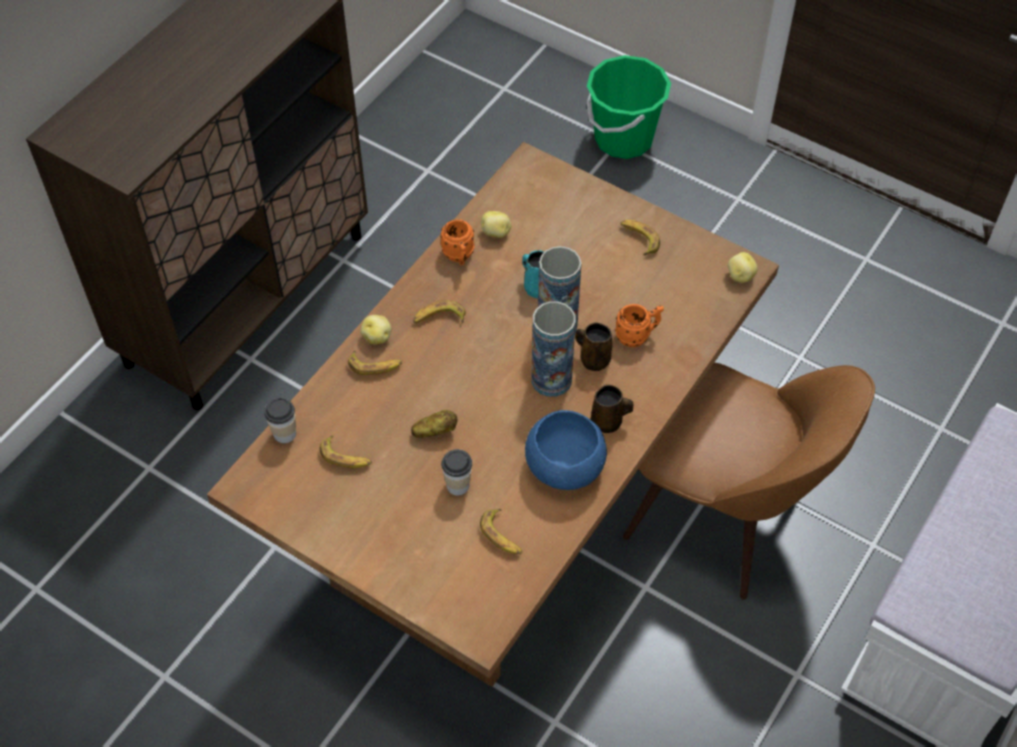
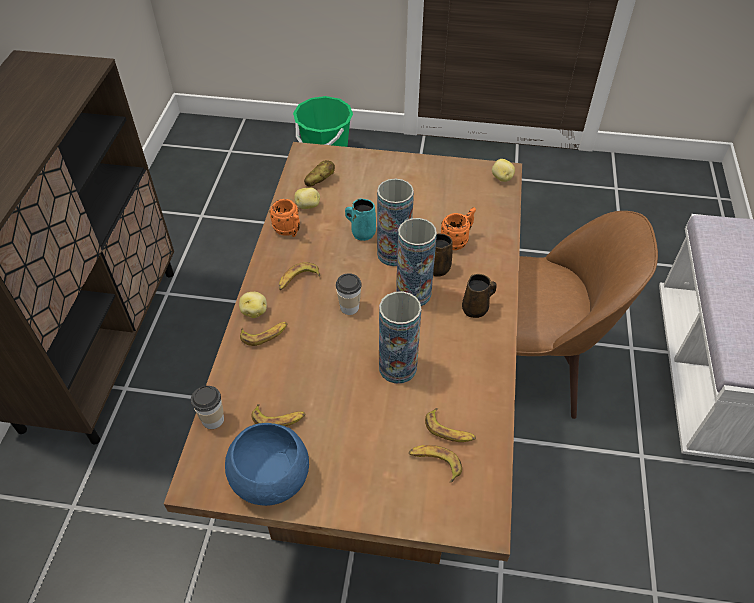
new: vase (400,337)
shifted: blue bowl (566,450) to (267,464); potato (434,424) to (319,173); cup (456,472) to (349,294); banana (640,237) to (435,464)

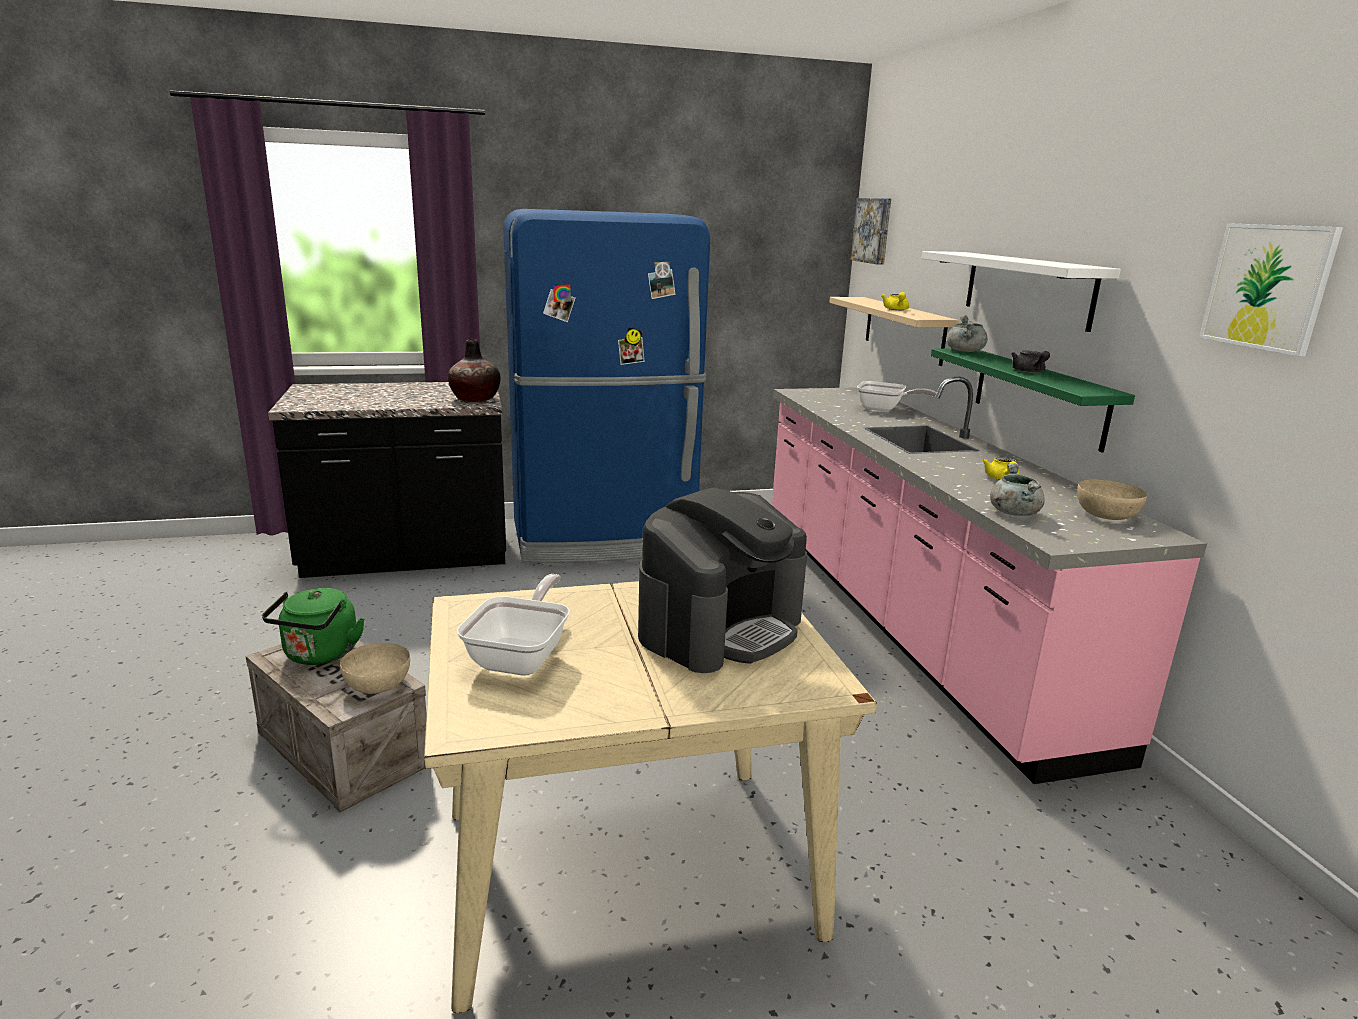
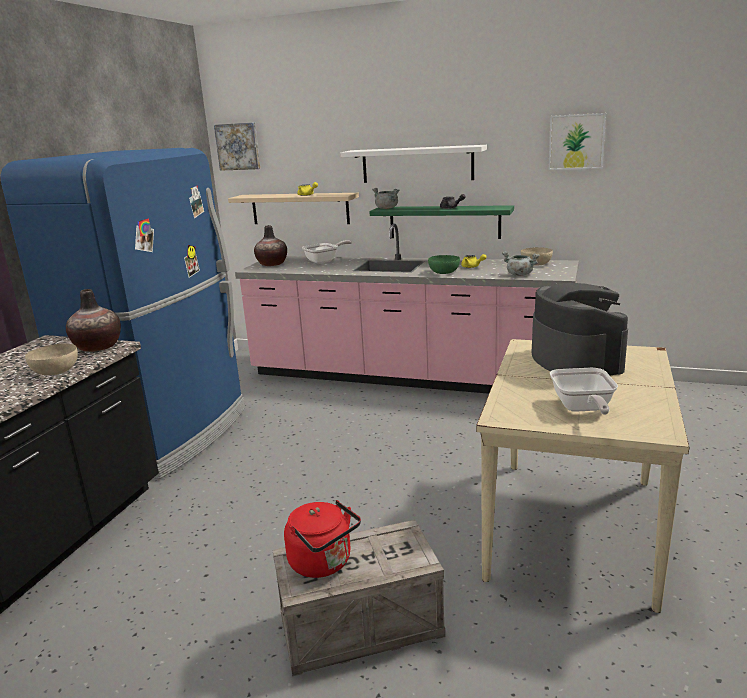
new: vase (270,245); green bowl (444,264)
shifted: beige bowl (375,668) to (51,359)
repainted: green kettle (313,626) to red kettle (322,539)
rotated: frying pan (513,625) = (584,391) 135 degrees counterclockwise

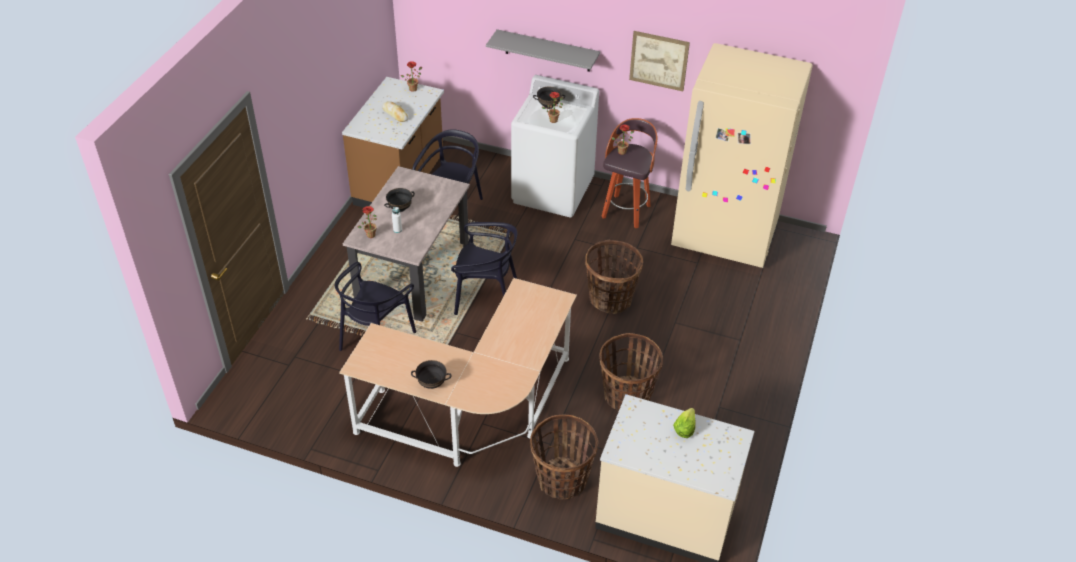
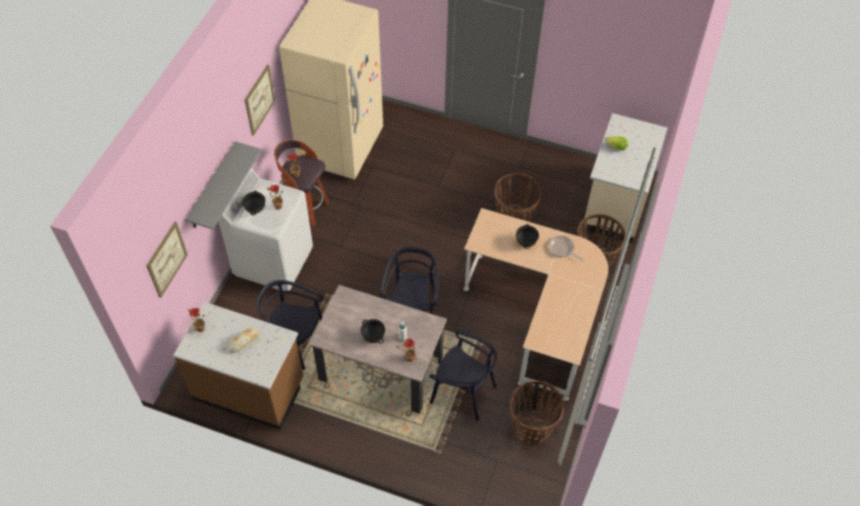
new: picture (167,260); frying pan (566,248)
shifted: basket (614,277) to (537,413); black bowl (431,374) to (527,236)

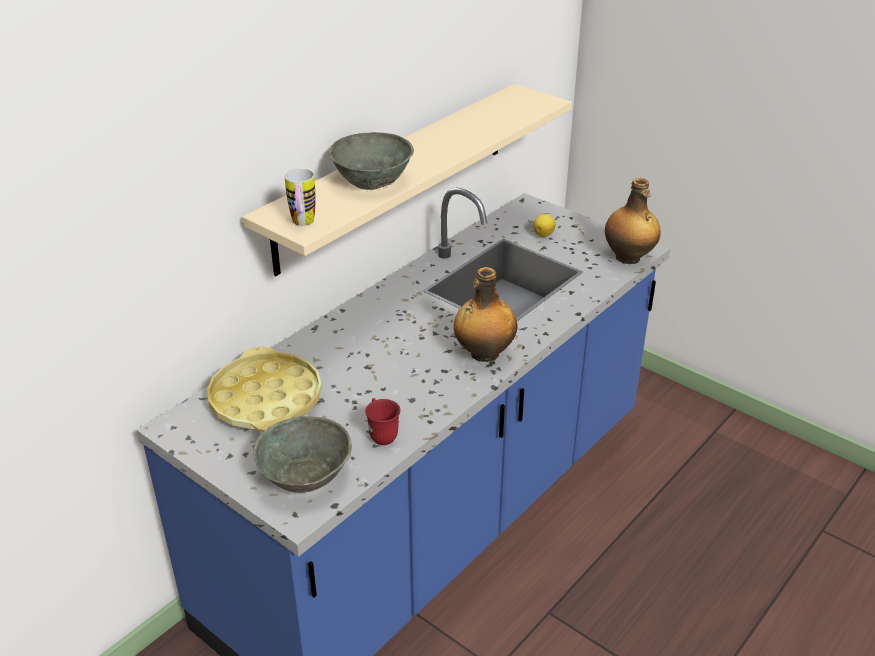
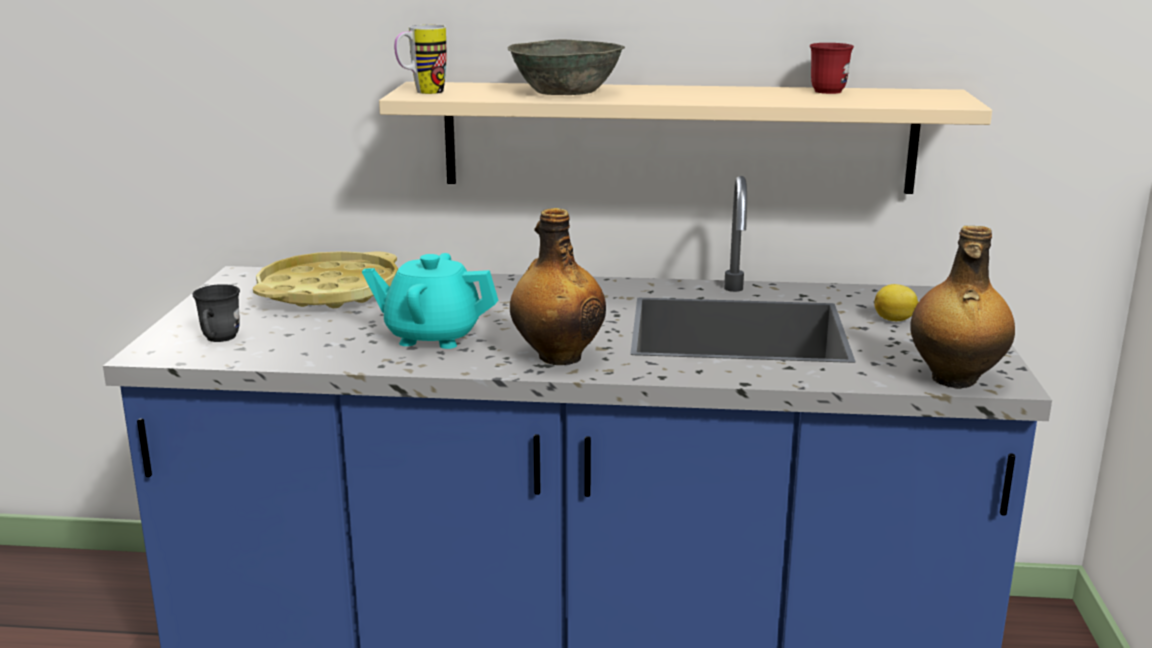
new: turquoise teapot (430,301)
shifted: red mug (382,421) to (832,68)
swapped: grey bowl (302,454) to grey mug (216,313)

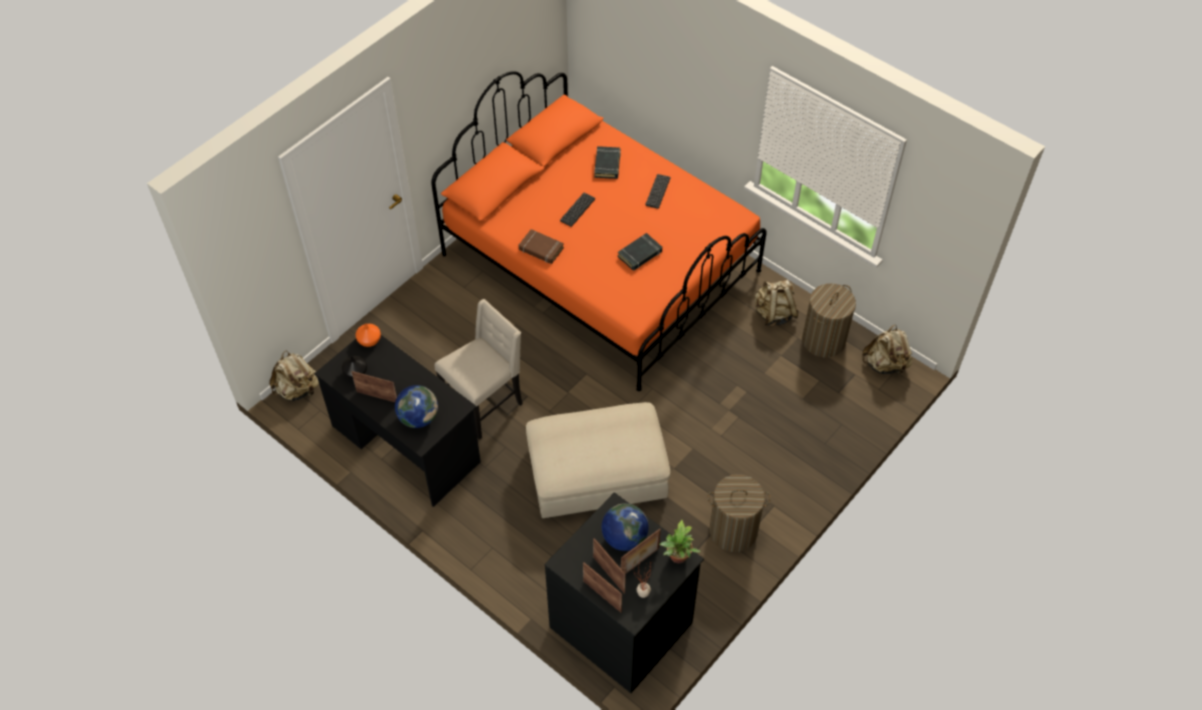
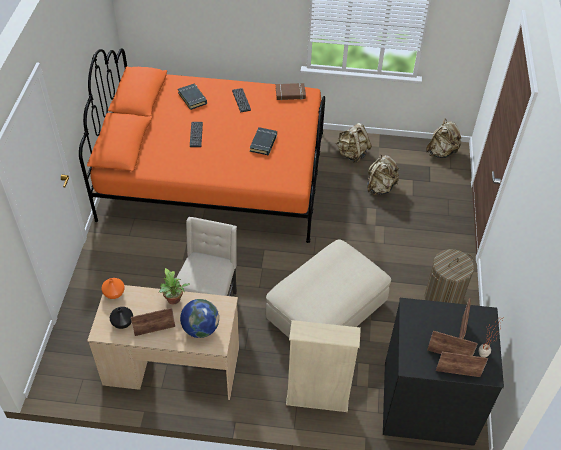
gone: globe (625,527); laundry basket (829,320)
new: beige bookcase (323,366)
shifted: potted plant (680,541) to (174,286); brown book (541,246) to (291,91); beige backpack (294,375) to (383,175)
repainted: black desk (397,421) to beige desk (163,342)

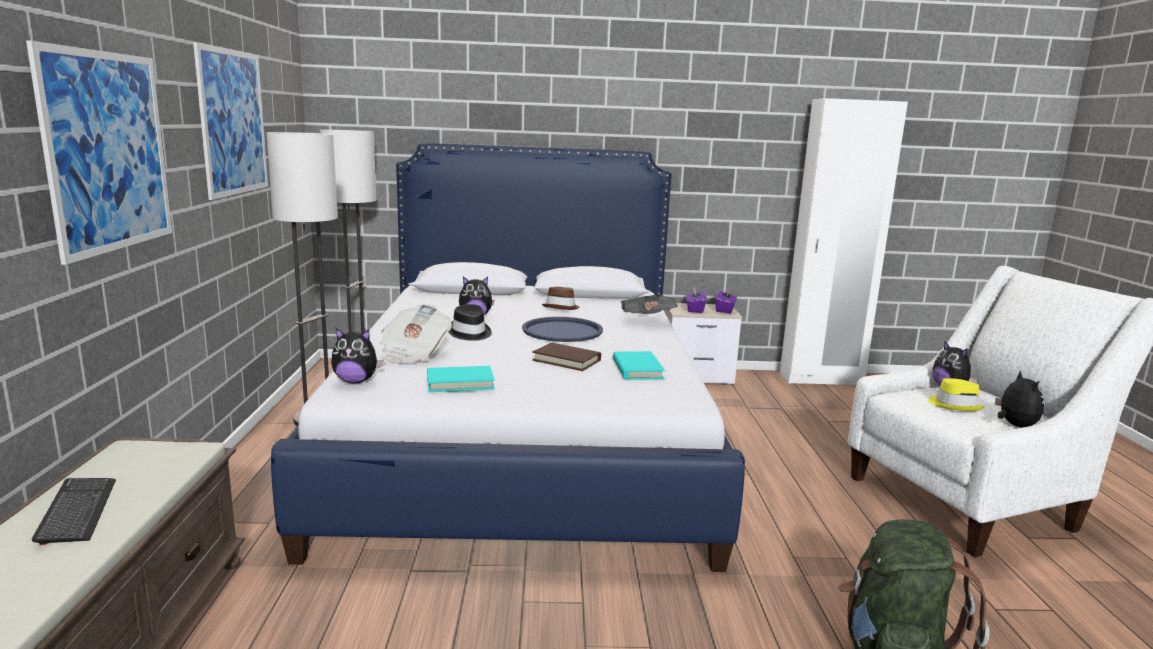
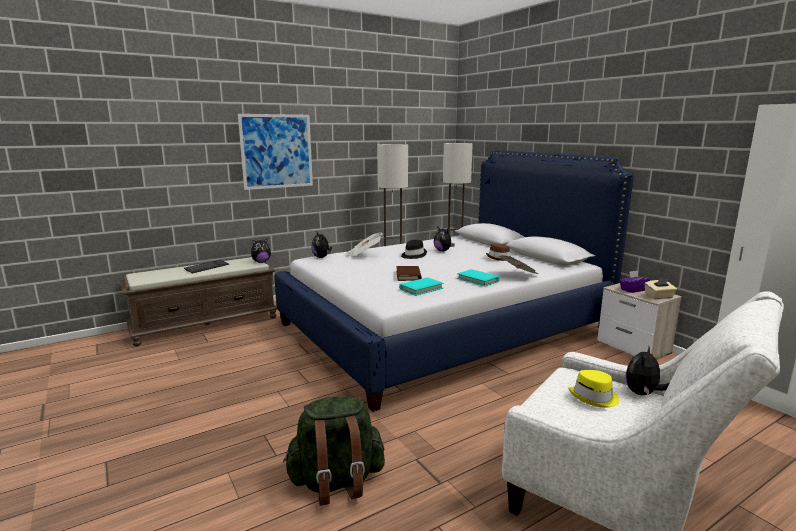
gone: picture (230,121); blue tray (562,329)
shifted: plush toy (1019,398) to (261,250); turquoise book (461,379) to (478,277)
repainted: purple tissue box (726,300) to beige tissue box (661,289)

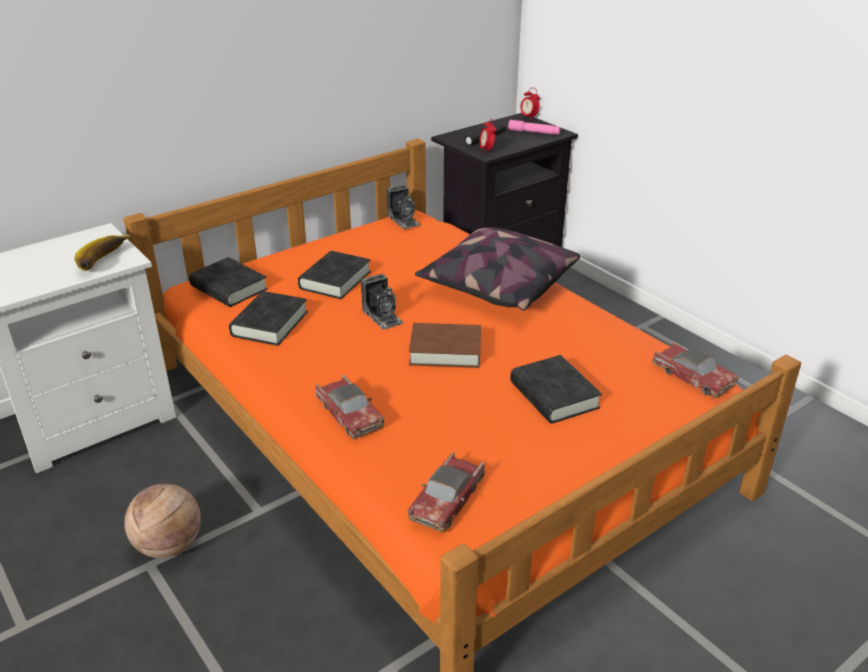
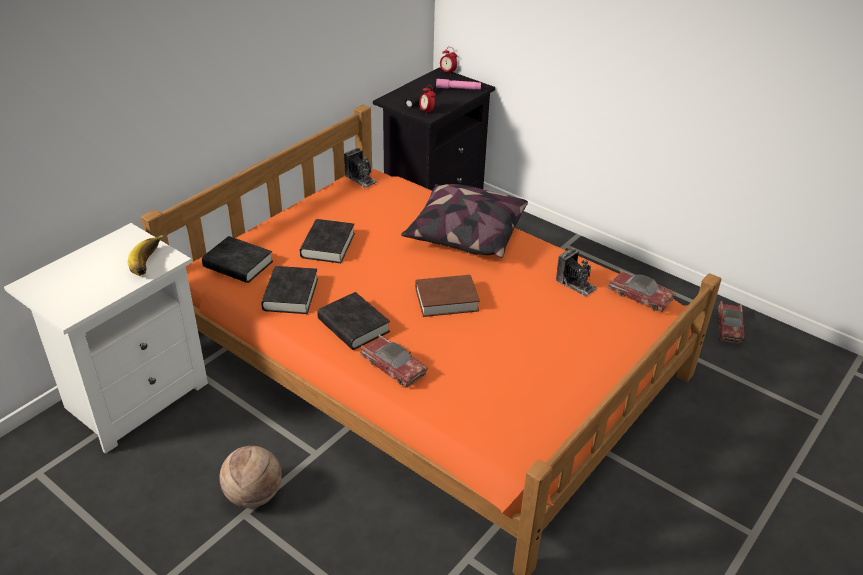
shifted: black book (556,389) to (353,321); photo camera (382,302) to (576,272); toy car (446,492) to (732,322)

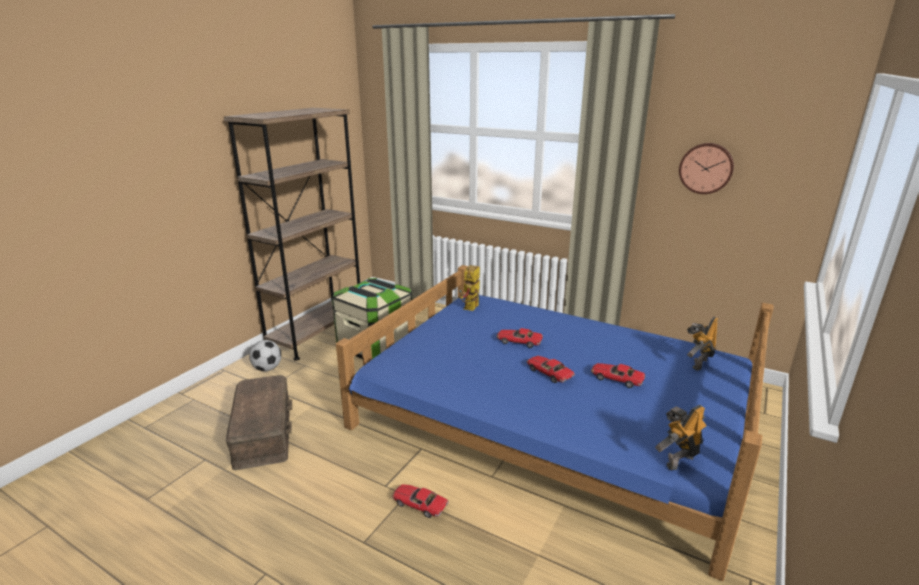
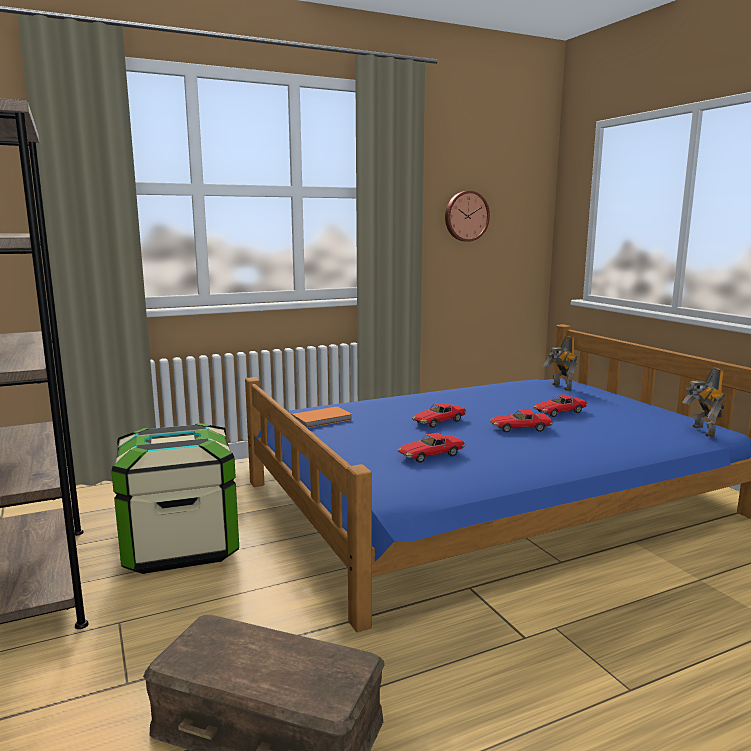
gone: football (265,355)
shifted: toy car (420,501) to (431,448)
swapped: toy robot (469,288) to orange book (321,417)

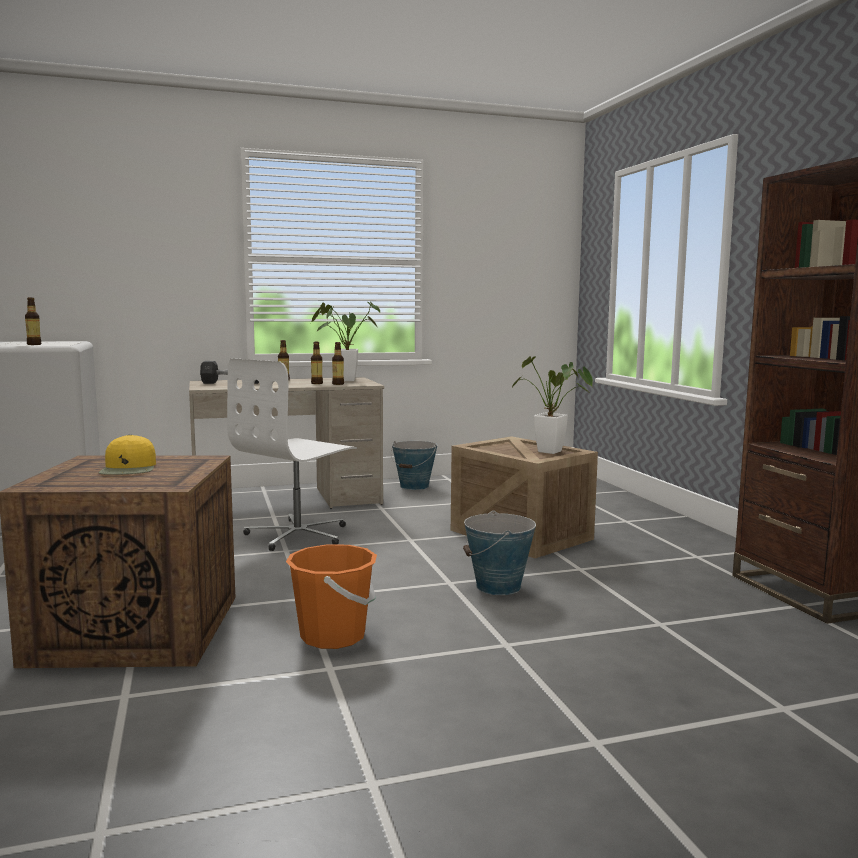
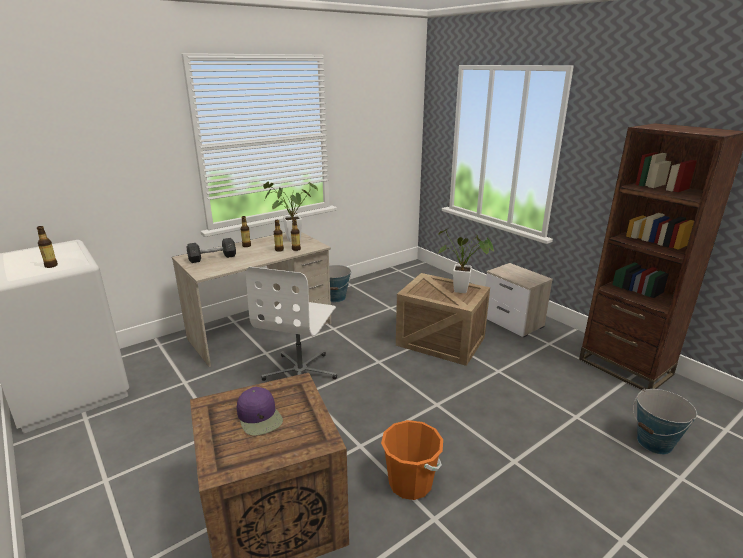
new: nightstand (519,300)
shifted: bucket (499,552) to (665,422)
repainted: yellow cap (127,454) to purple cap (260,411)

